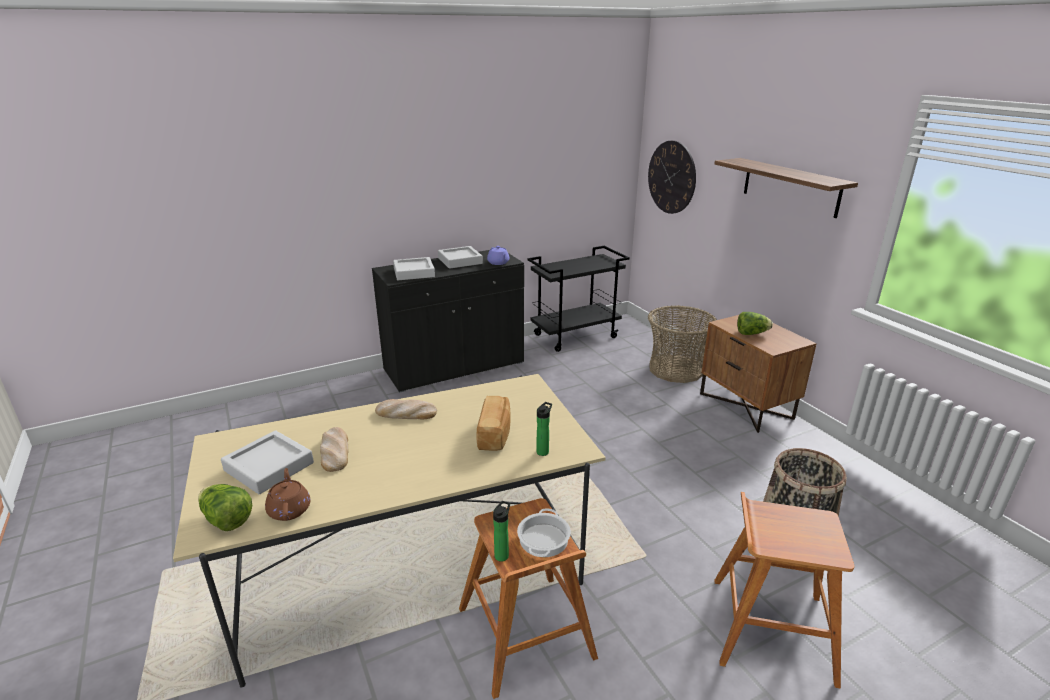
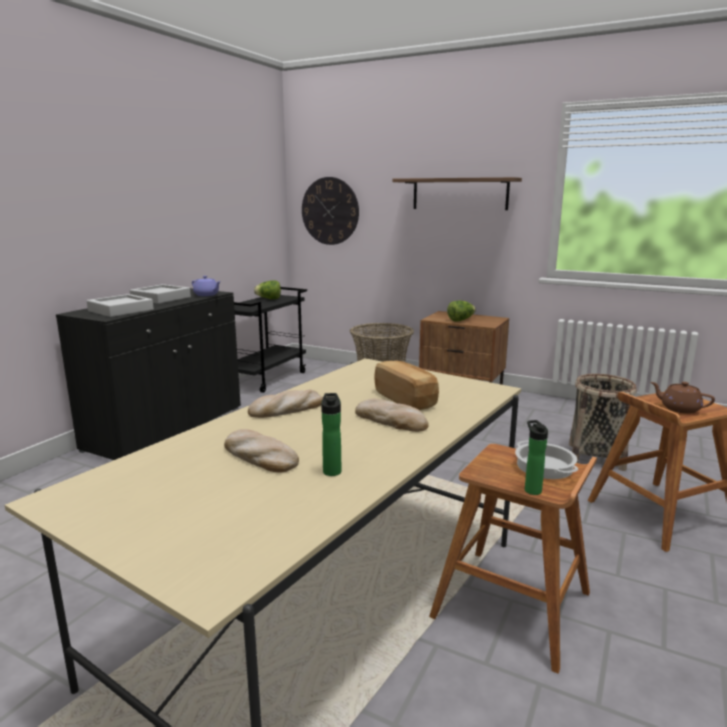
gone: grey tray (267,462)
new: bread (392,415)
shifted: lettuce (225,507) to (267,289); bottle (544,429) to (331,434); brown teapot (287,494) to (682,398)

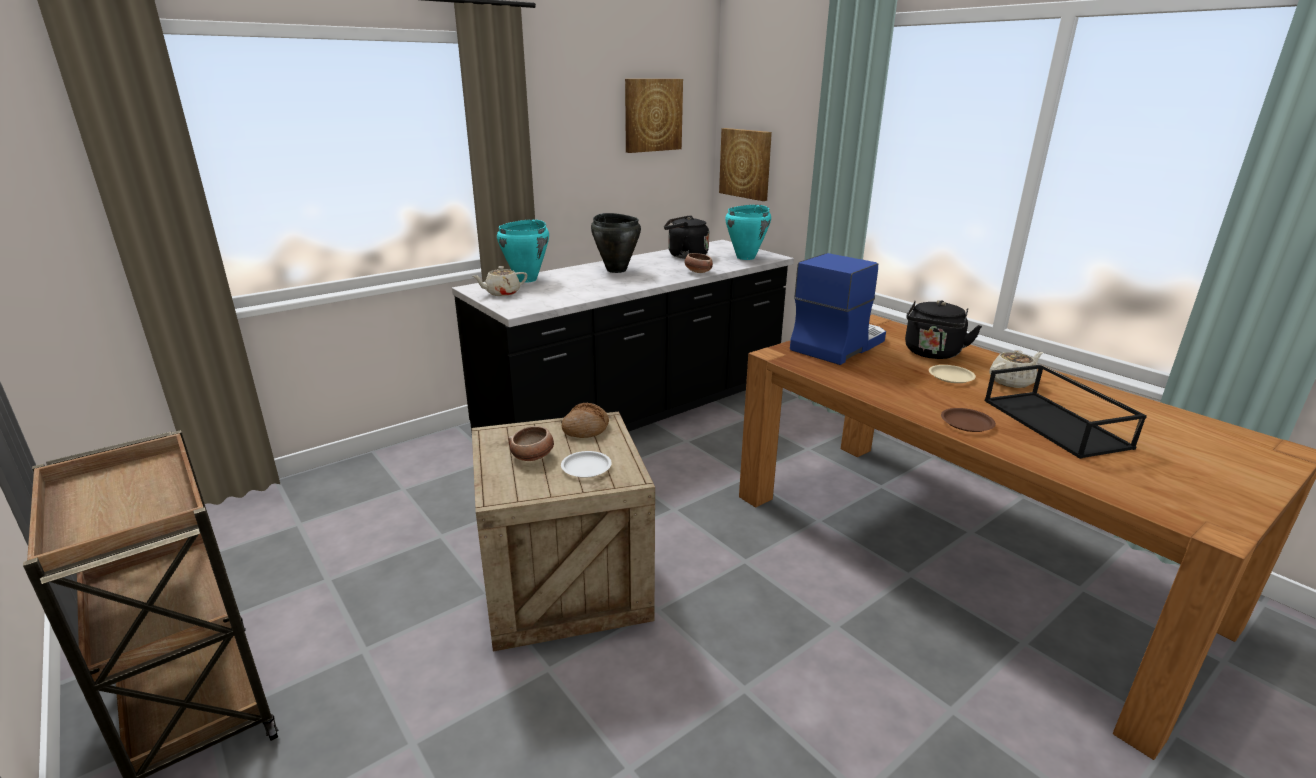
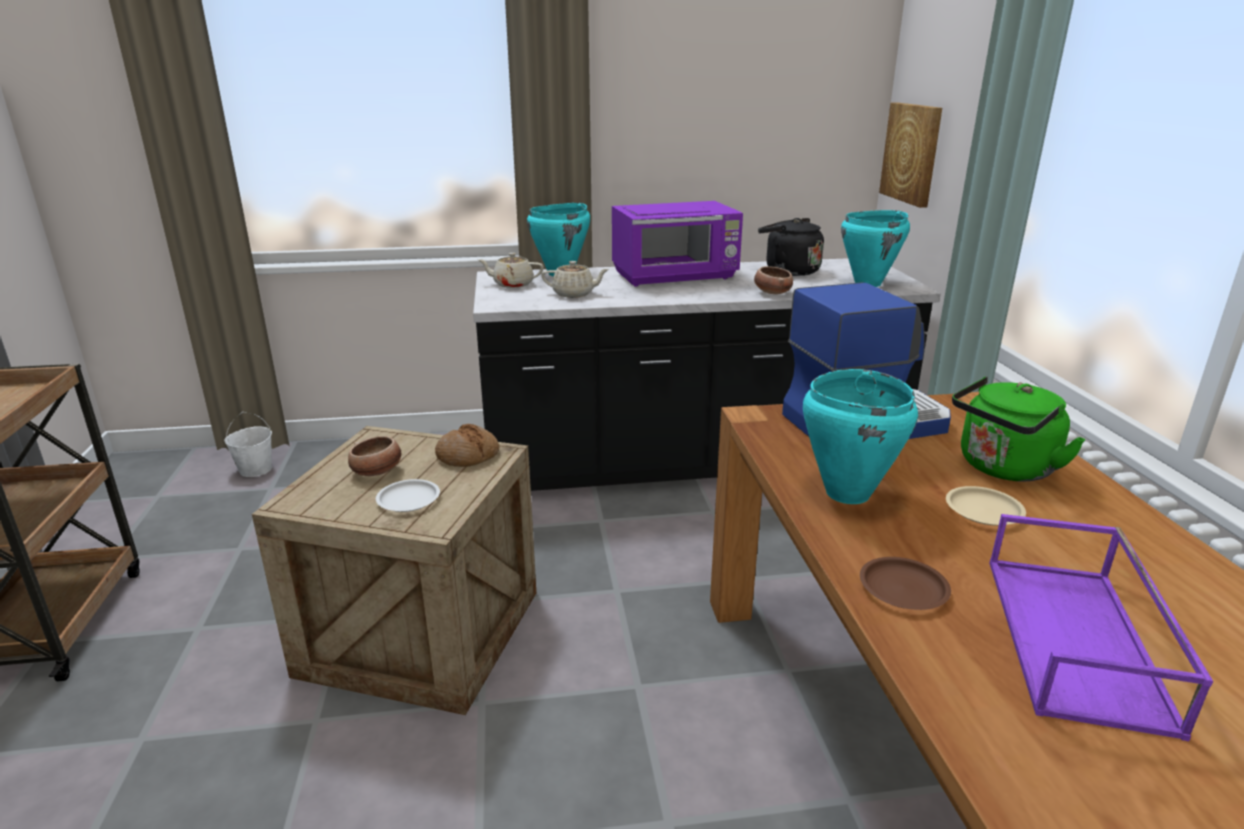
gone: picture (654,116)
new: white bucket (248,444); turquoise cooking pot (860,436)
shifted: beige teapot (1016,369) to (575,279)
swapped: black cooking pot (616,243) to purple microwave (677,243)
repainted: black kettle (943,329) to green kettle (1019,429); black tray (1066,411) to purple tray (1101,627)

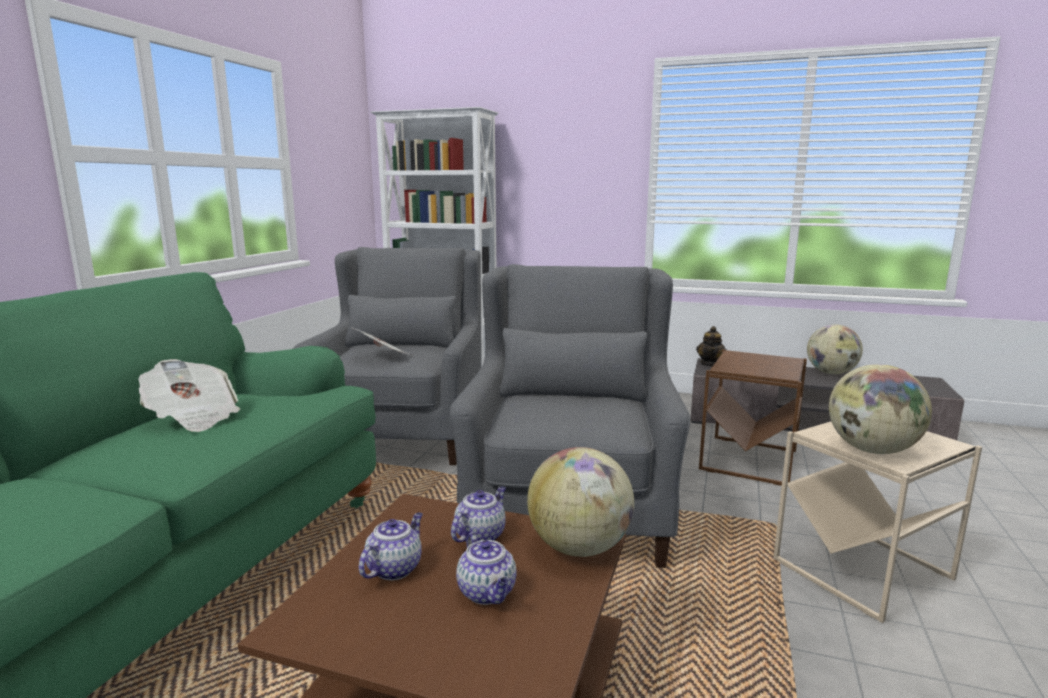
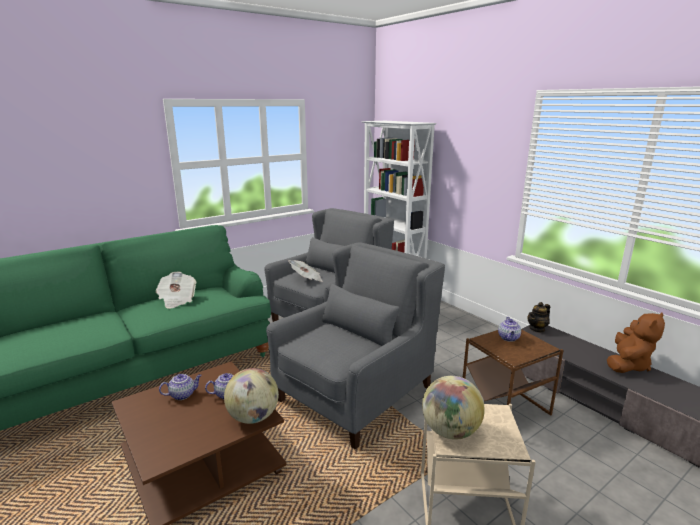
shifted: teapot (486,568) to (509,329)
swapped: globe (835,349) to brown plush toy (636,343)

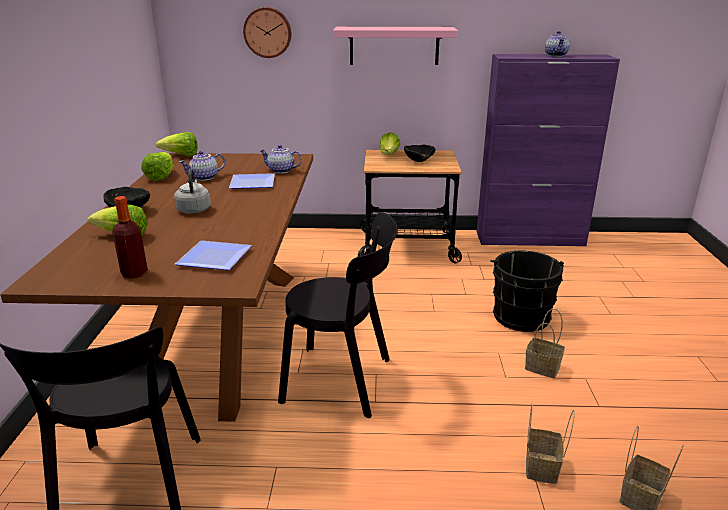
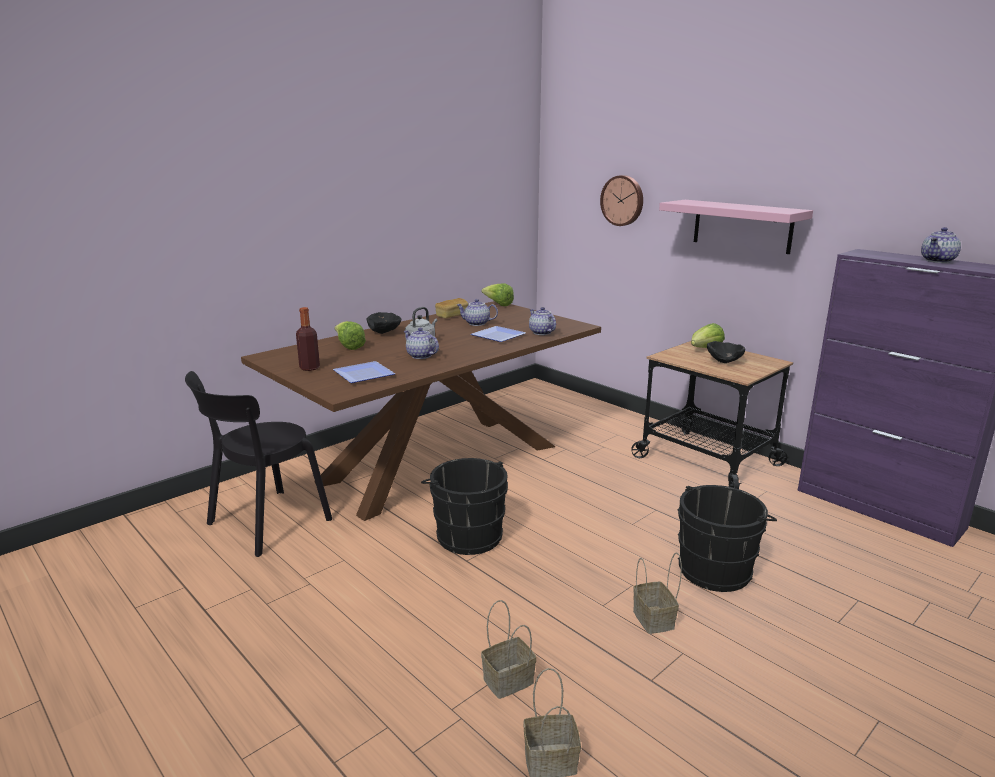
new: teapot (421,343)
swapped: black chair (338,315) to black bucket (464,506); lettuce (157,166) to bread (451,308)

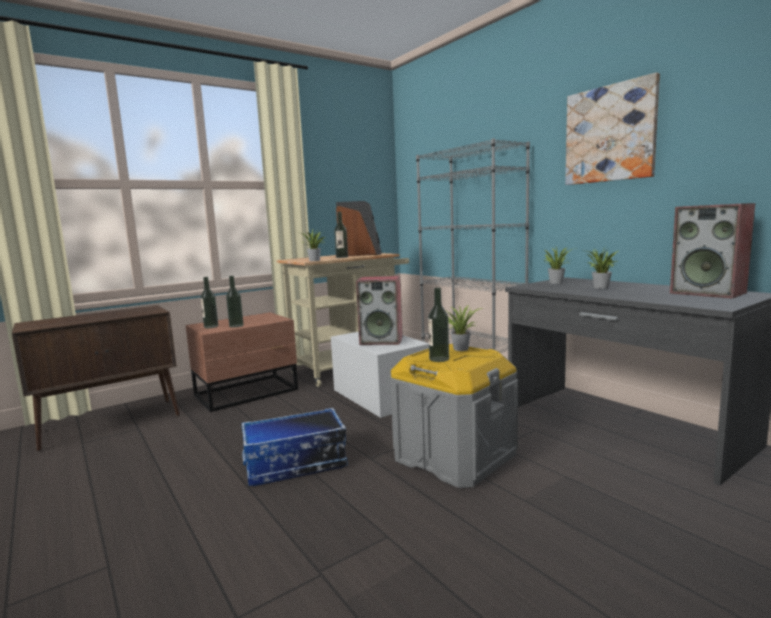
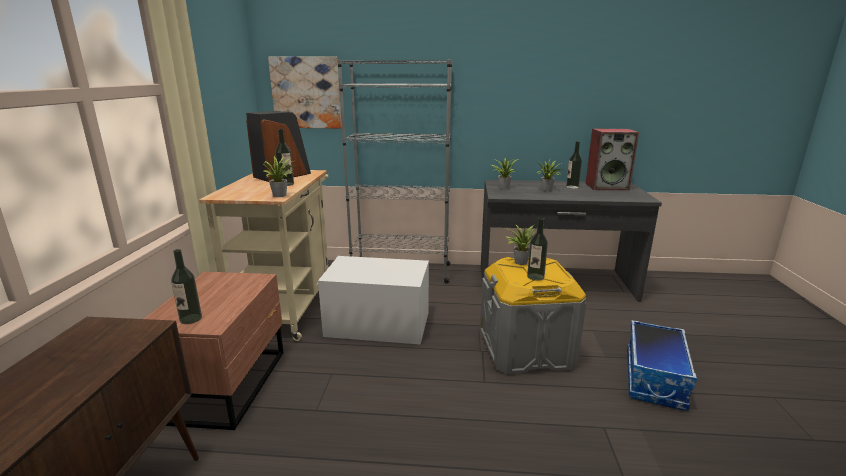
gone: speaker (379,310)
shifted: picture (612,128) to (305,92); bottle (235,302) to (574,165); storage box (295,447) to (662,365)

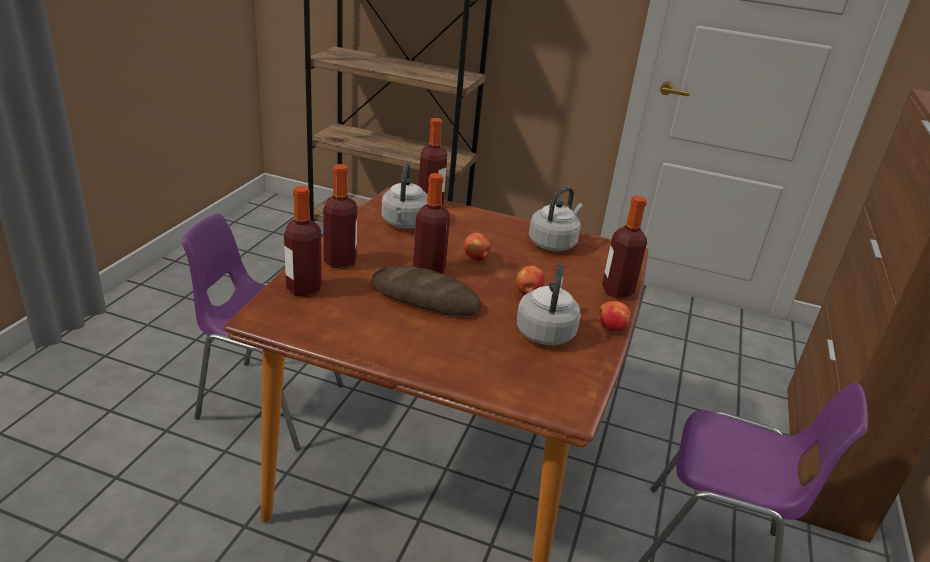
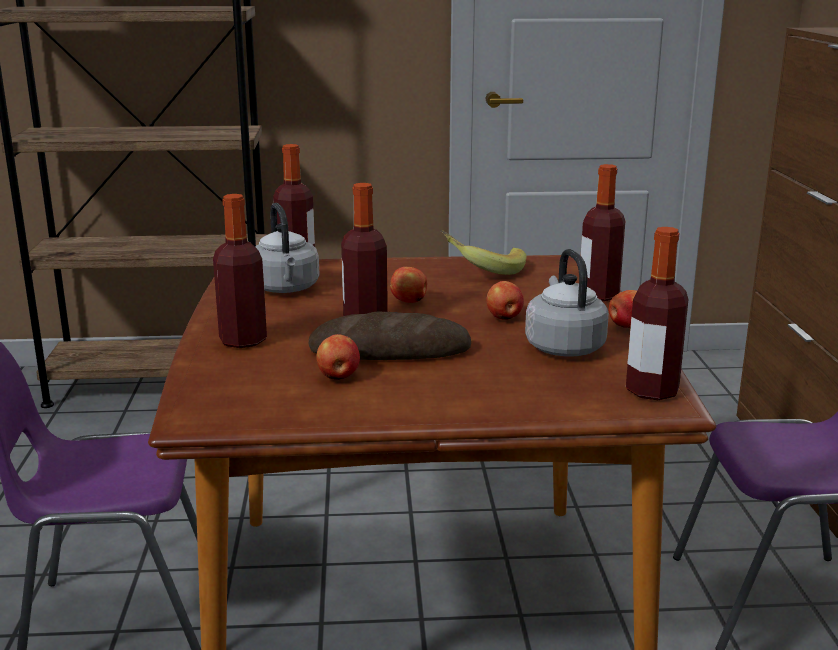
new: apple (338,357)
shifted: bottle (303,241) to (657,313)
swapped: grey kettle (556,218) to banana (483,252)

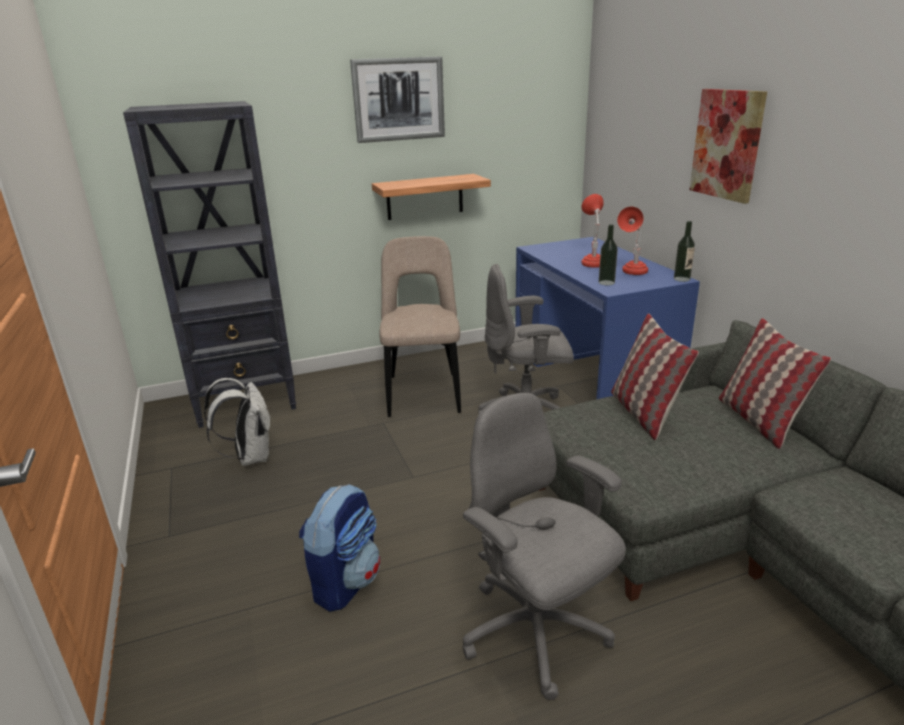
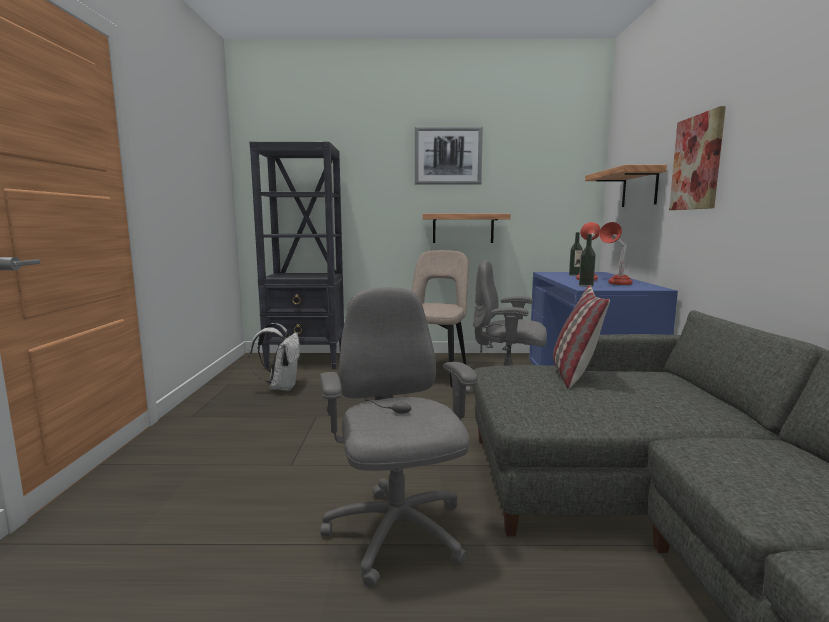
gone: backpack (339,548); pillow (775,383)
new: shelf (626,186)
shifted: bottle (684,251) to (576,254)

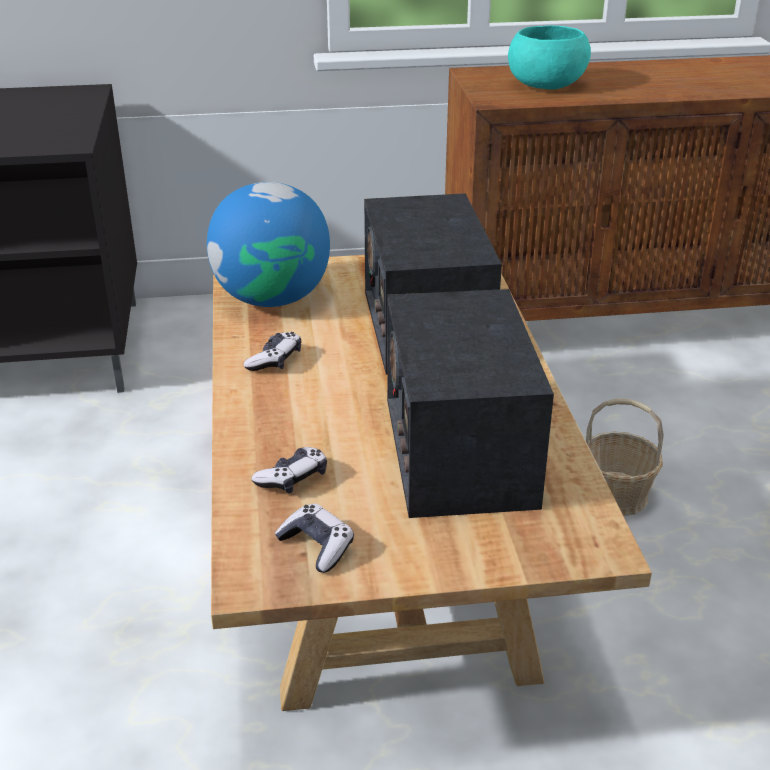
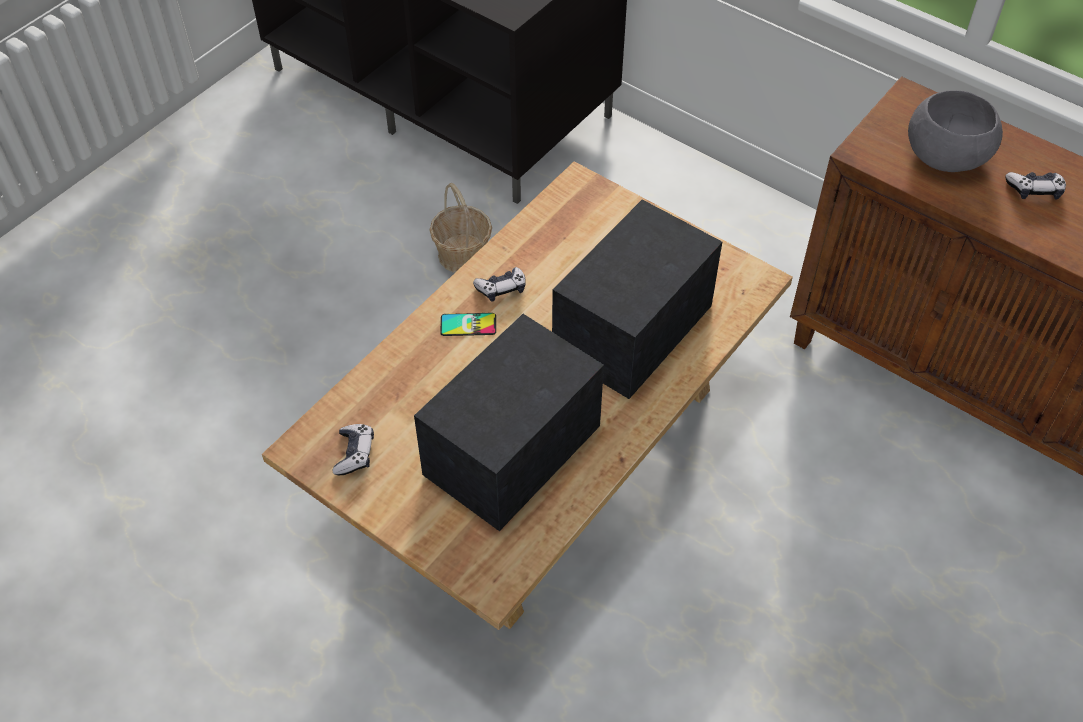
gone: globe (268,244)
new: phone (468,324)
shifted: basket (625,457) to (460,228); game controller (289,470) to (1035,185)
repainted: turquoise bowl (549,57) to grey bowl (955,131)

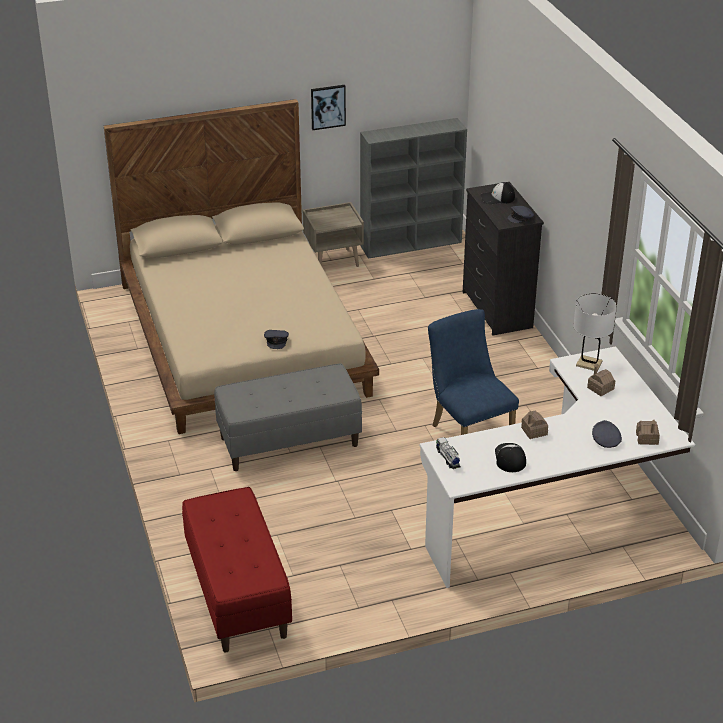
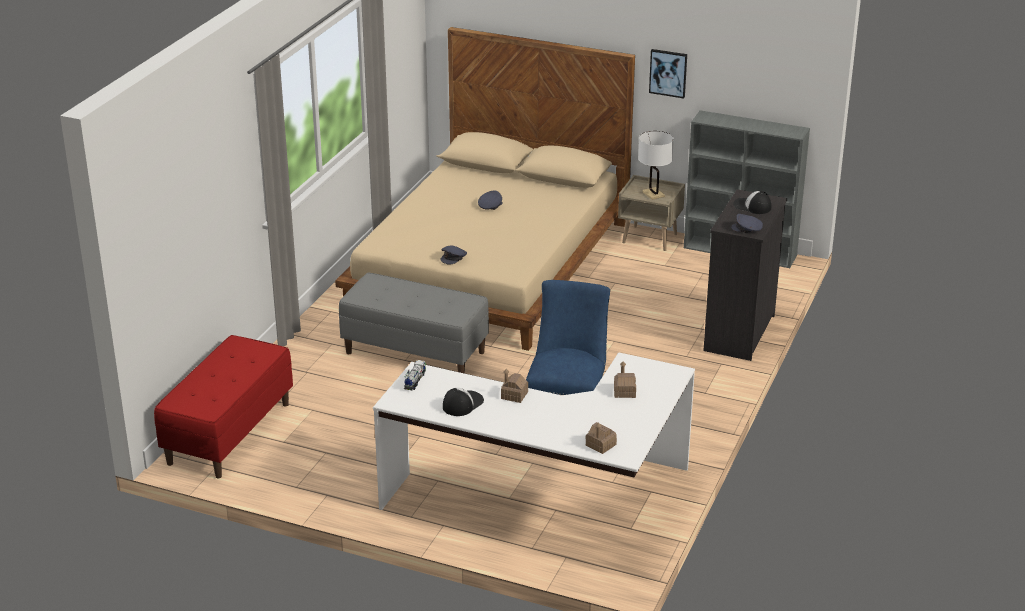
shifted: grey cap (607,434) to (490,200); white table lamp (595,332) to (656,165)

